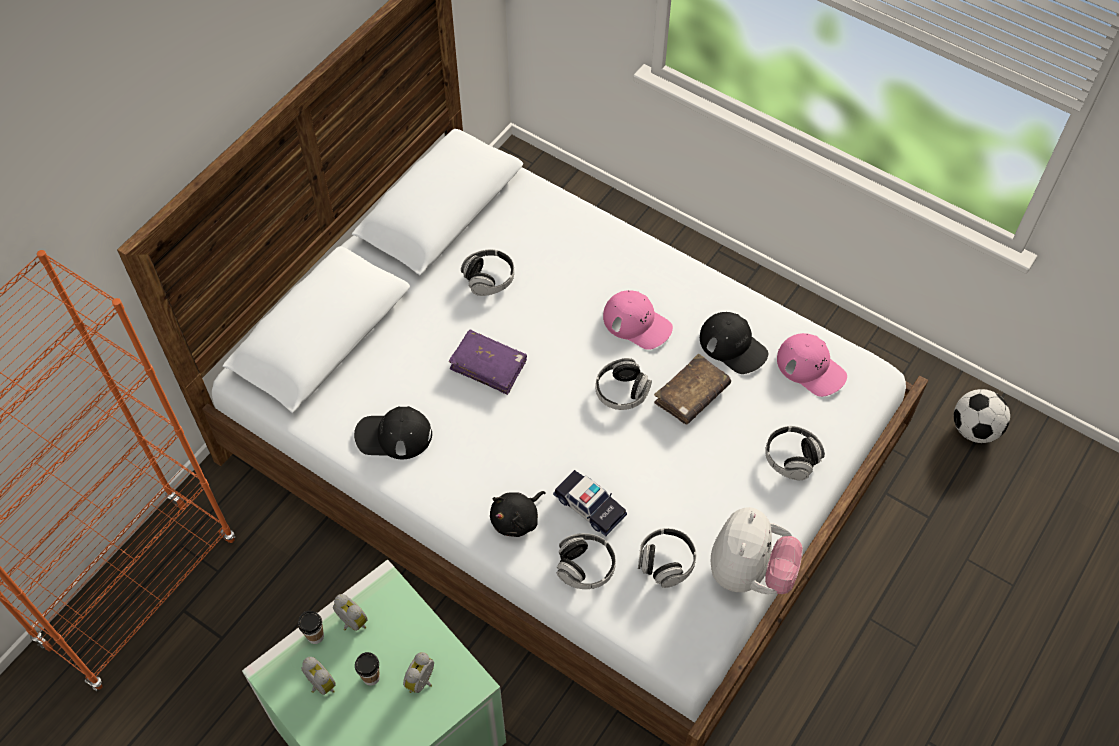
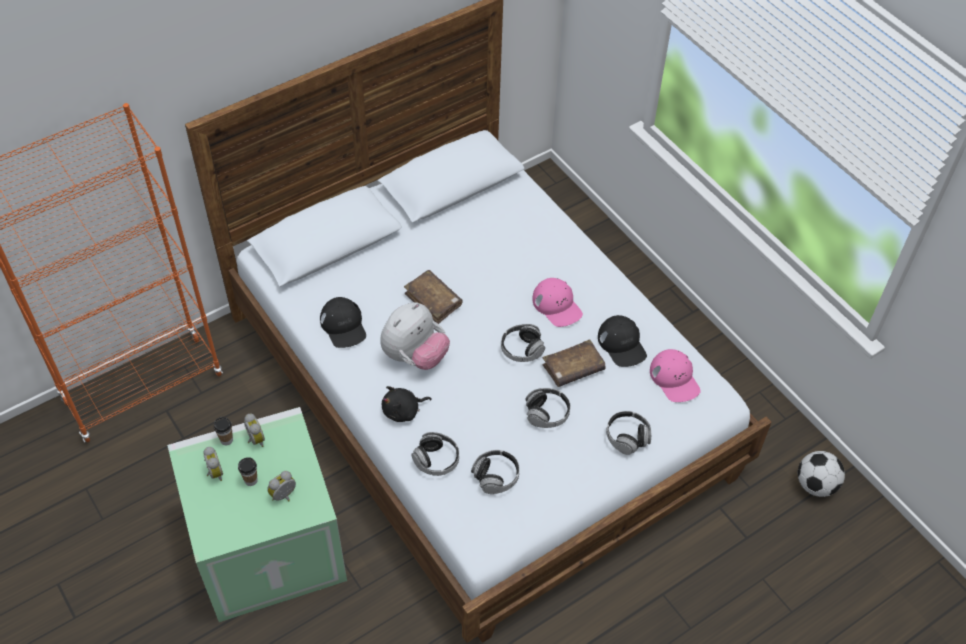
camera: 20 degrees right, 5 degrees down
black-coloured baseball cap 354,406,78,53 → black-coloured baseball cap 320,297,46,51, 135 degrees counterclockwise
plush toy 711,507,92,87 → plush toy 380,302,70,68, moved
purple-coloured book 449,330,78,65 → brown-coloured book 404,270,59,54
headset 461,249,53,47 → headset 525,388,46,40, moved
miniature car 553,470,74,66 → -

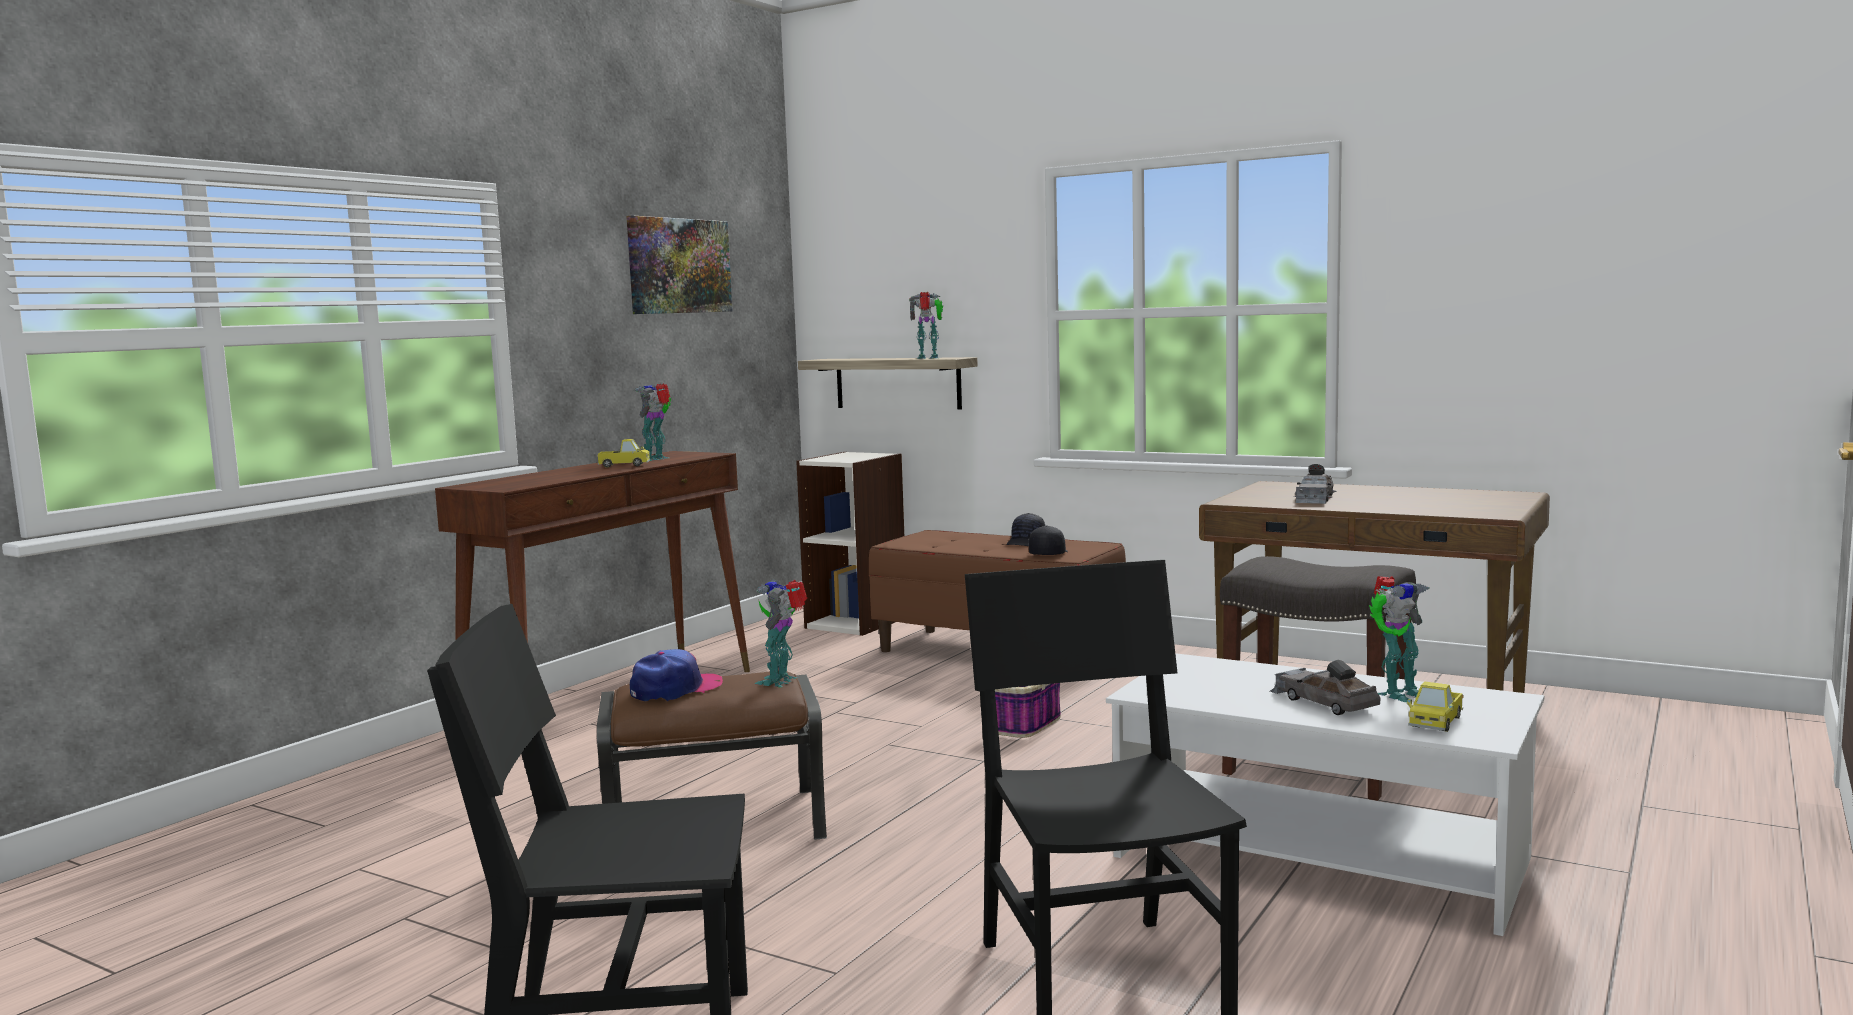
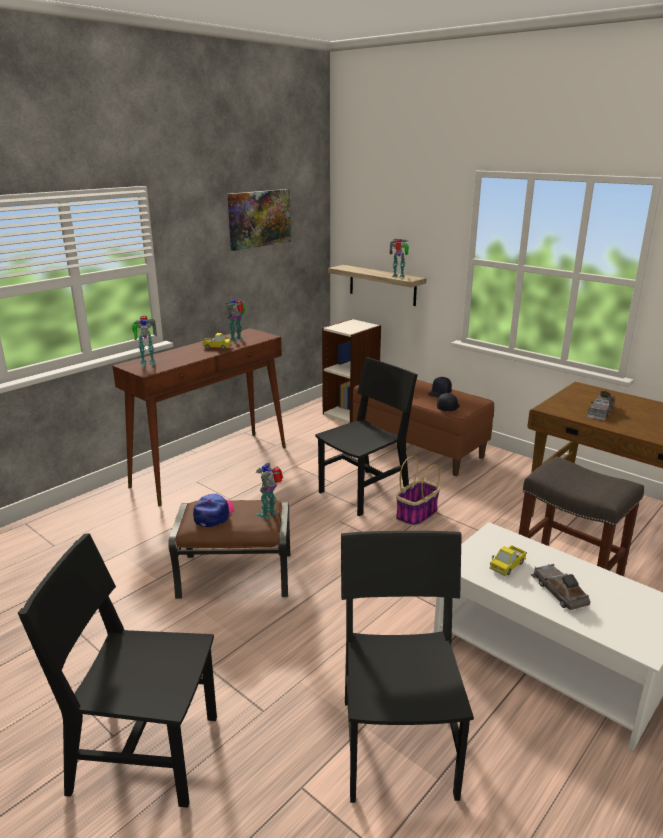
camera: 10 degrees right, 15 degrees up
model robot 1369,576,60,126 → model robot 132,316,25,50, moved
baseball cap 630,649,93,52 → baseball cap 193,494,41,33, 45 degrees counterclockwise
- → black-coloured chair 315,357,103,159
toy lorry 1407,681,56,51 → toy lorry 489,545,38,31, moved

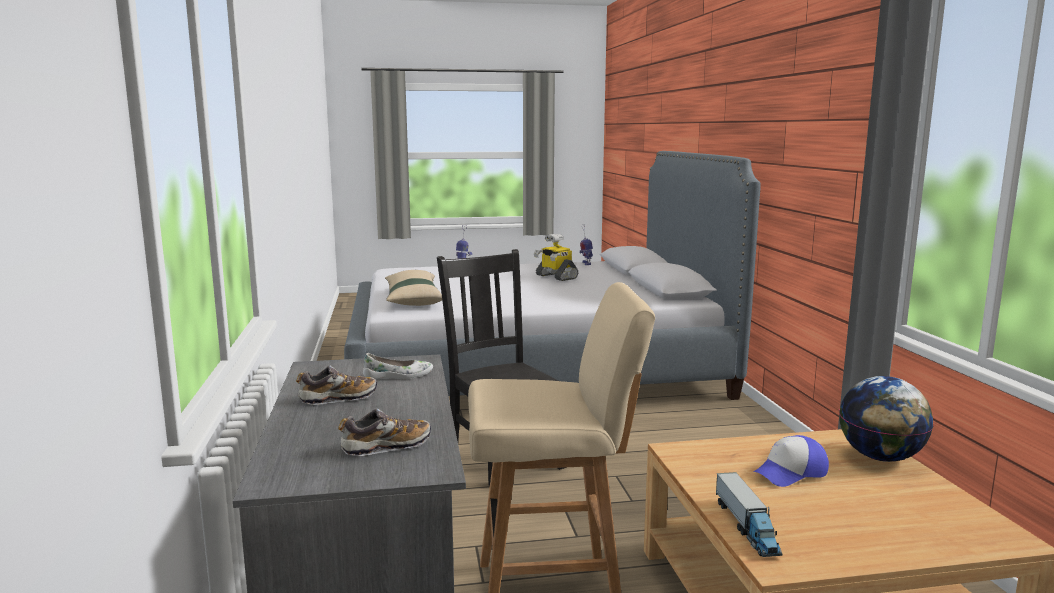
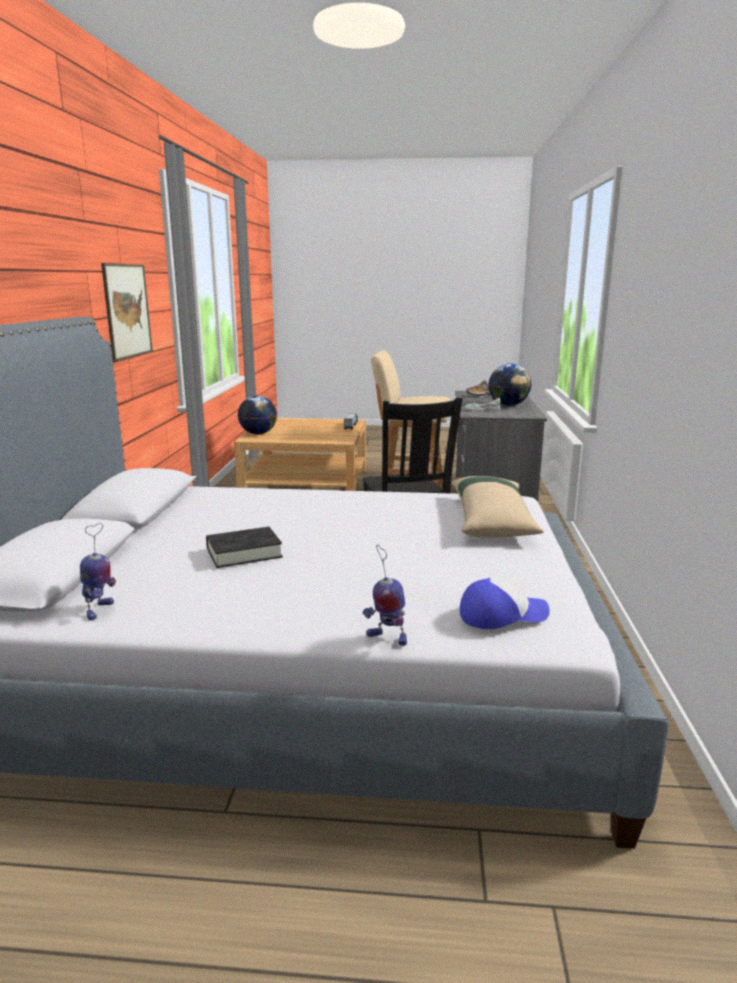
camera: 165 degrees left, 5 degrees up
- → wall picture 101,263,52,99
model robot 534,234,44,47 → black-coloured book 206,527,77,41
baseball cap 753,435,76,52 → baseball cap 460,578,90,51, moved
low shoe 296,365,81,40 → globe 488,363,44,43

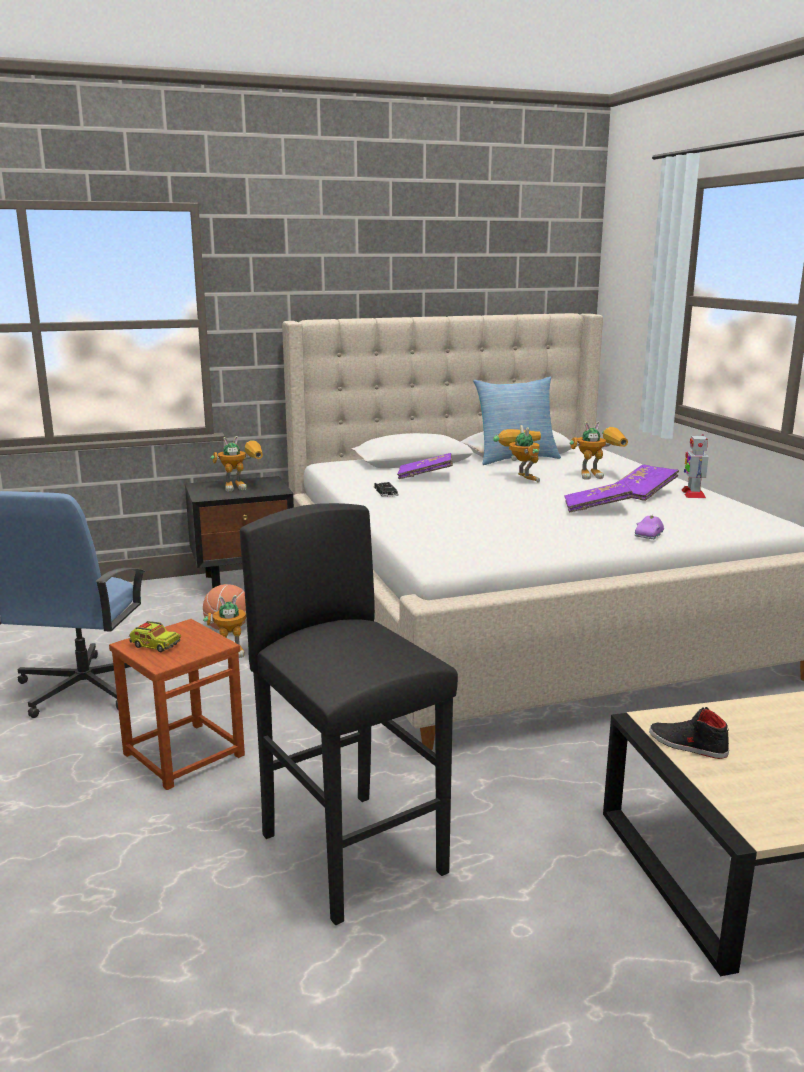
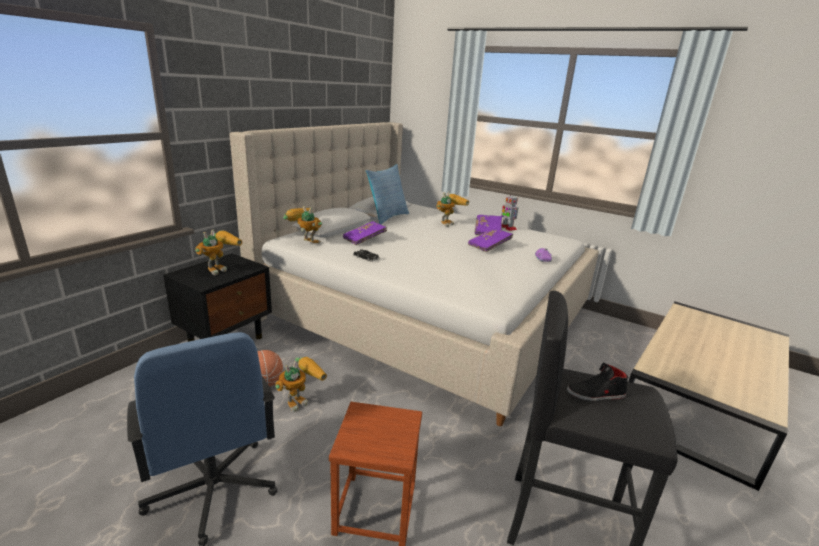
camera: 40 degrees left, 5 degrees up
model robot 493,425,48,58 → model robot 283,206,39,38, moved
black-coloured low shoe 649,707,80,52 → black-coloured low shoe 567,362,61,39, moved
toy lorry 129,621,52,31 → -

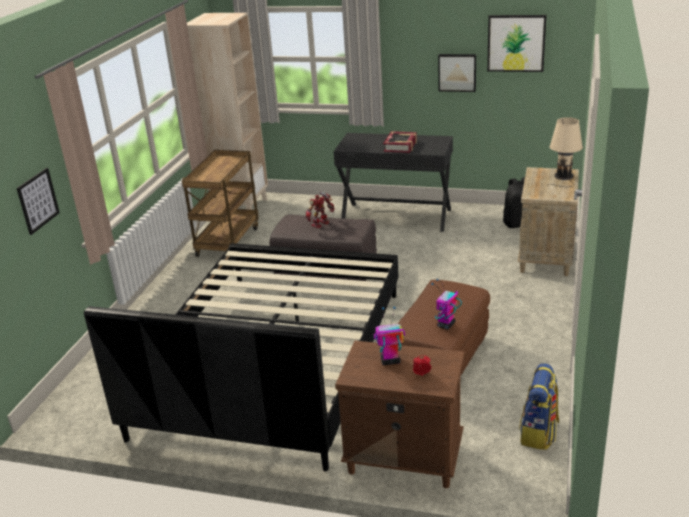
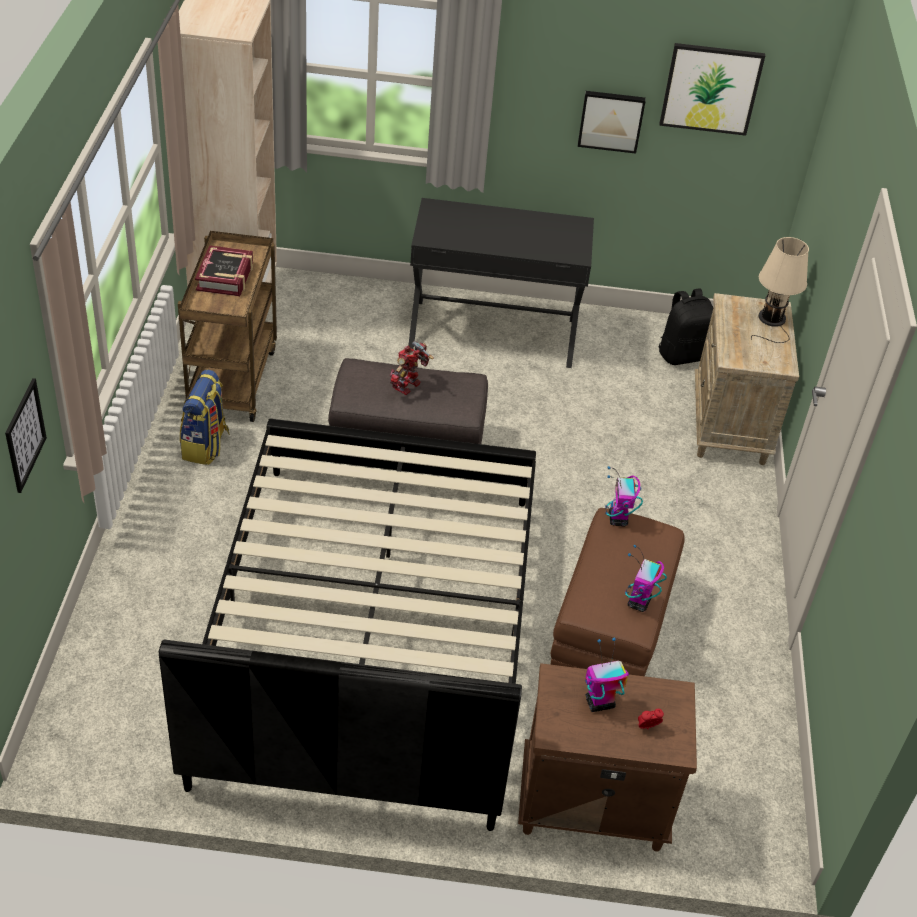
camera: 15 degrees left, 15 degrees up
rucksack 519,363,40,87 → rucksack 180,369,50,96, moved
book 383,131,34,22 → book 195,245,58,51, moved
- → model robot 605,466,38,60

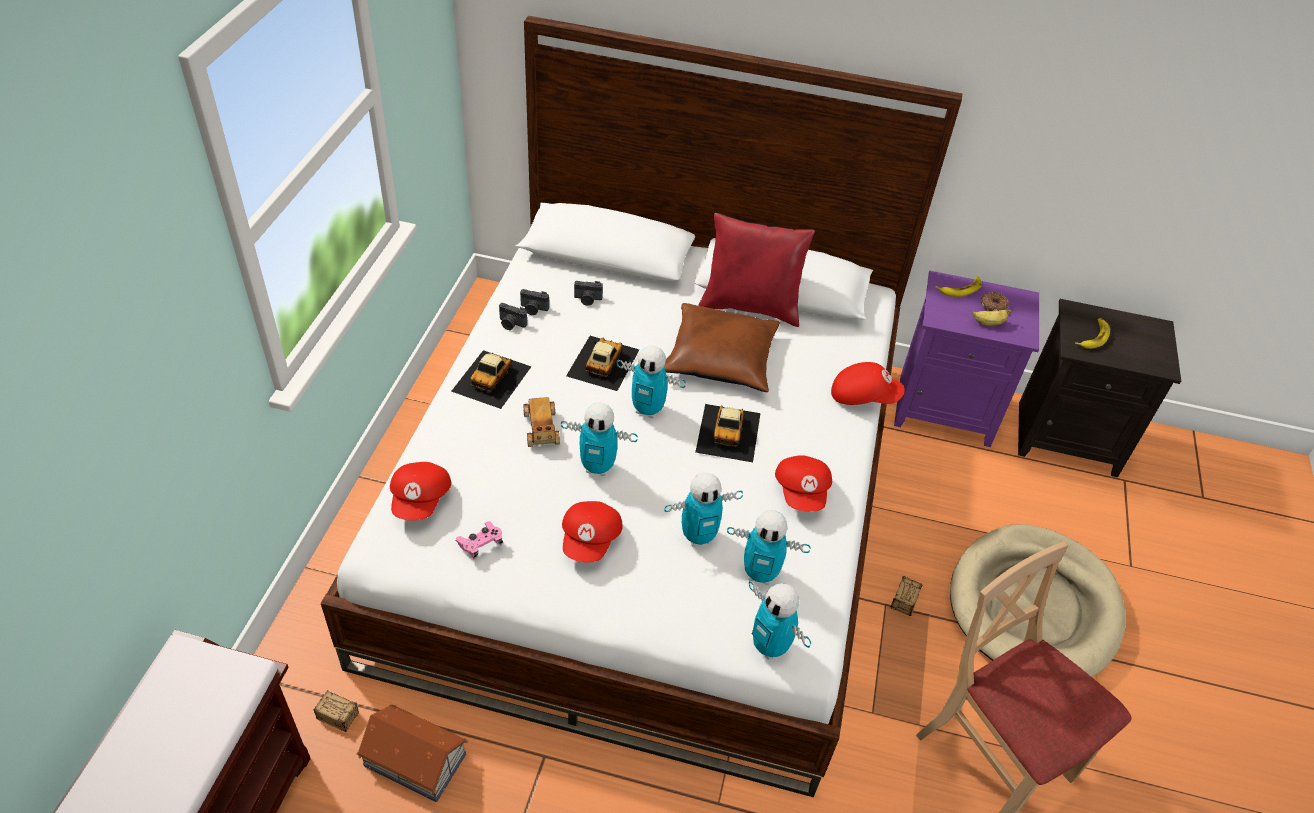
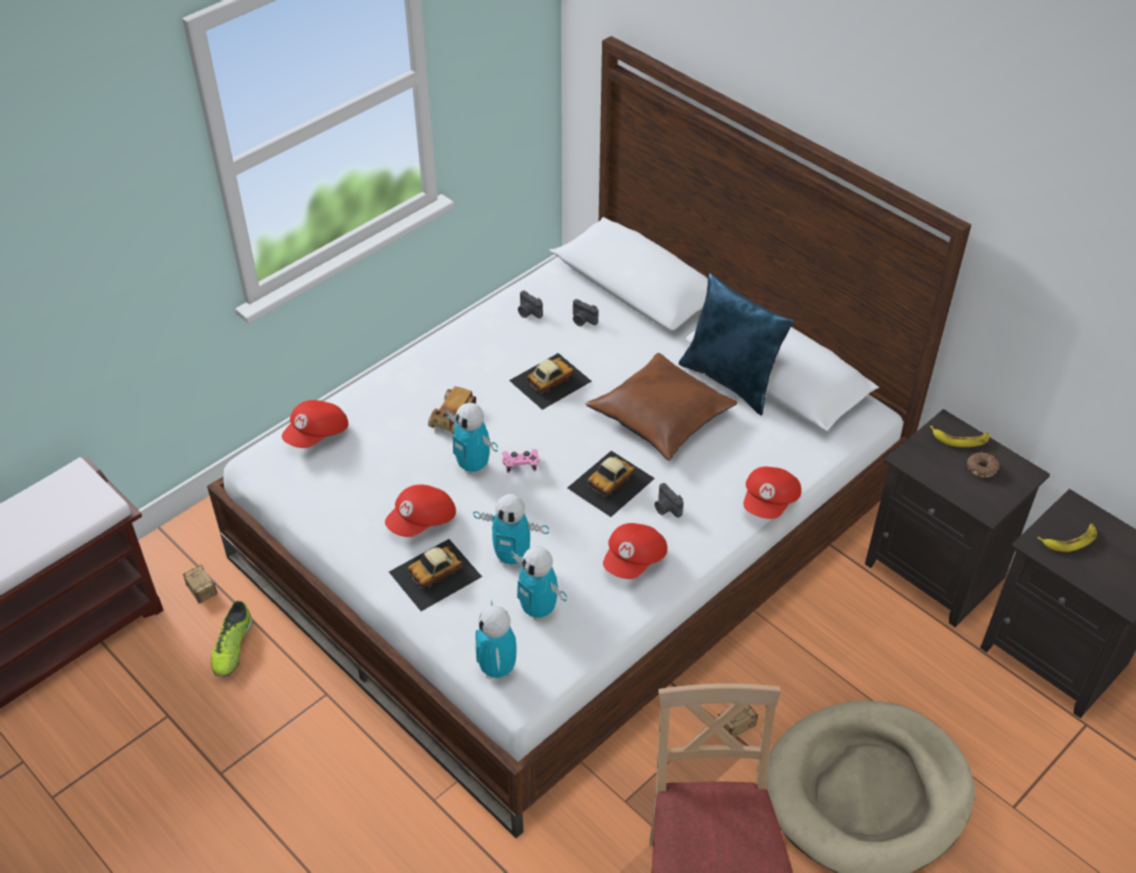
camera: 35 degrees right, 0 degrees up
toy house 357,704,111,98 → low shoe 211,601,42,76
miniature car 451,350,80,59 → miniature car 389,539,93,72, moved
pinkish gamepad 455,521,48,38 → pinkish gamepad 502,449,37,24, moved
photo camera 499,303,28,27 → photo camera 655,483,28,35, moved
red pillow 698,213,117,114 → blue pillow 679,273,115,143
red baseball cap 831,362,74,43 → red baseball cap 744,467,57,52, 75 degrees clockwise
purple-coloured bedside table 894,271,145,176 → black-coloured bedside table 865,409,185,218
model robot 617,346,69,72 → -
whole banana 972,310,39,16 → -

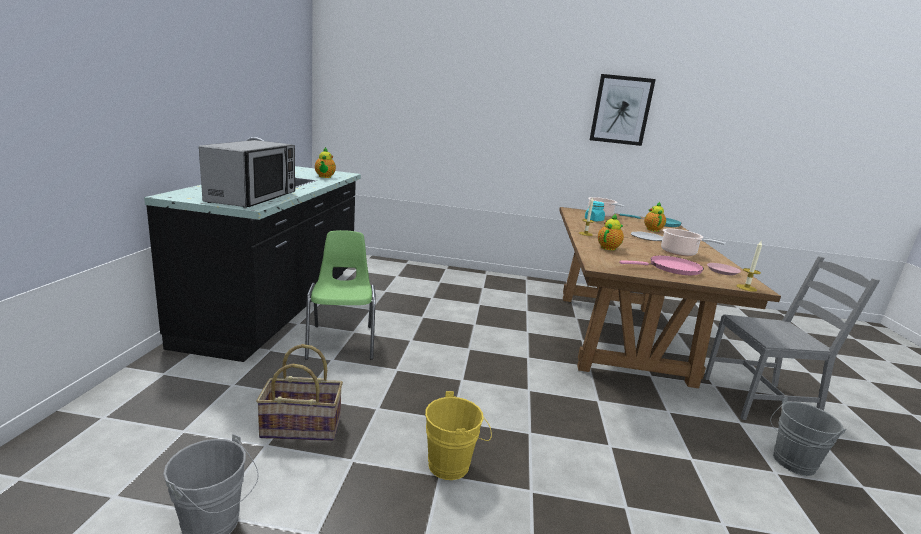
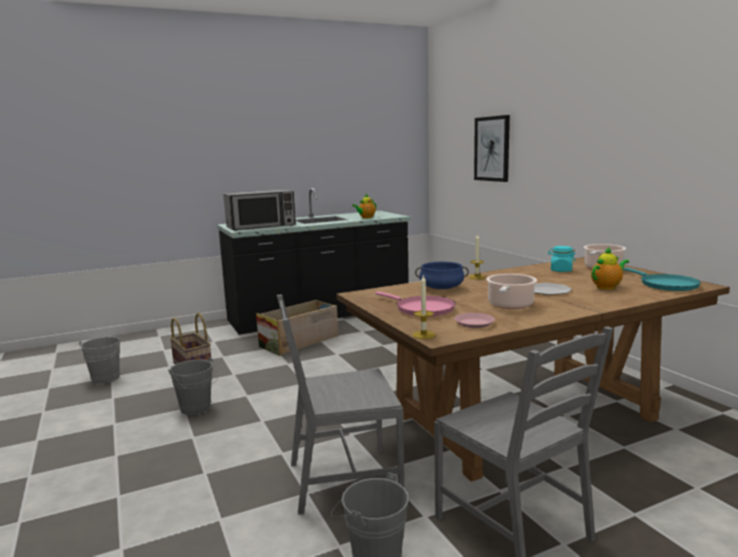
camera: 60 degrees right, 5 degrees down
yellow bucket 425,391,67,89 → greyish bucket 168,357,50,58
greenish chair 305,230,71,130 → crate 256,300,82,56
- → greyish chair 277,294,127,221
pot for tea 598,214,26,37 → blue saucepot 415,262,54,27
wall picture 590,74,66,72 → wall picture 474,115,36,67, moved

